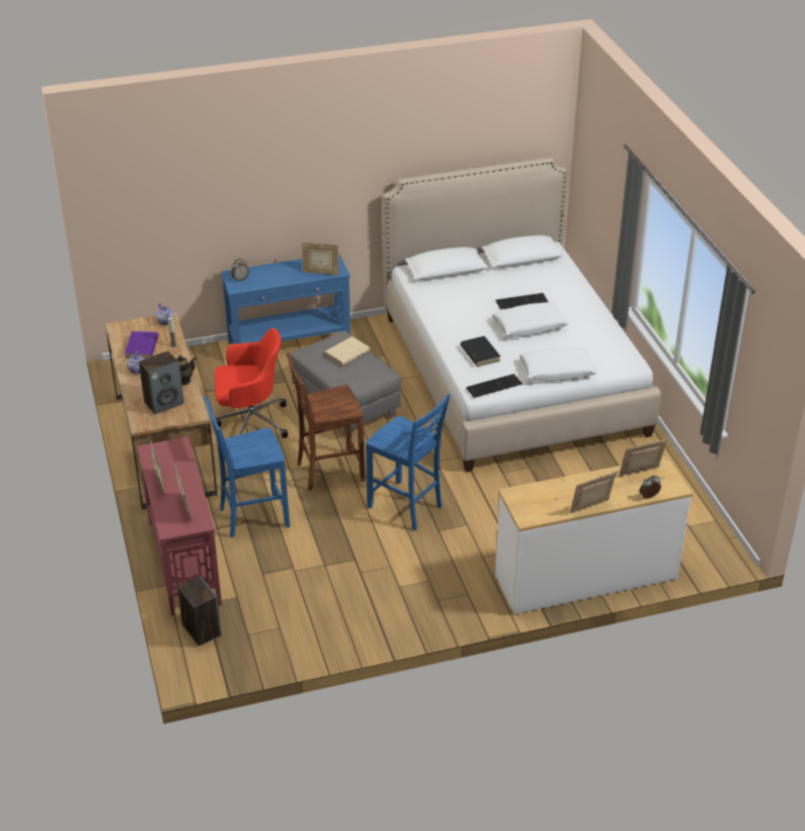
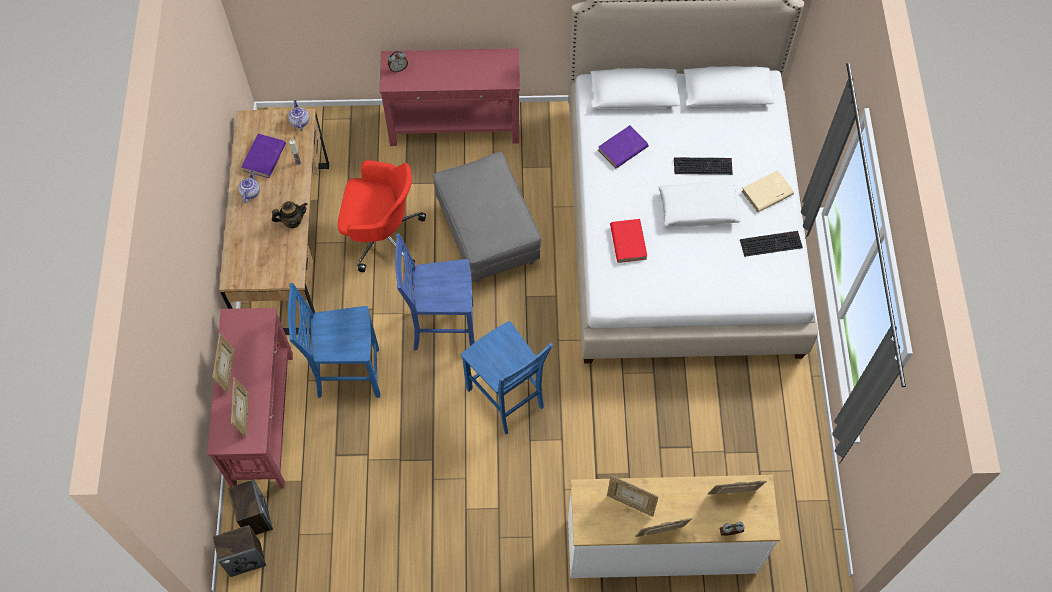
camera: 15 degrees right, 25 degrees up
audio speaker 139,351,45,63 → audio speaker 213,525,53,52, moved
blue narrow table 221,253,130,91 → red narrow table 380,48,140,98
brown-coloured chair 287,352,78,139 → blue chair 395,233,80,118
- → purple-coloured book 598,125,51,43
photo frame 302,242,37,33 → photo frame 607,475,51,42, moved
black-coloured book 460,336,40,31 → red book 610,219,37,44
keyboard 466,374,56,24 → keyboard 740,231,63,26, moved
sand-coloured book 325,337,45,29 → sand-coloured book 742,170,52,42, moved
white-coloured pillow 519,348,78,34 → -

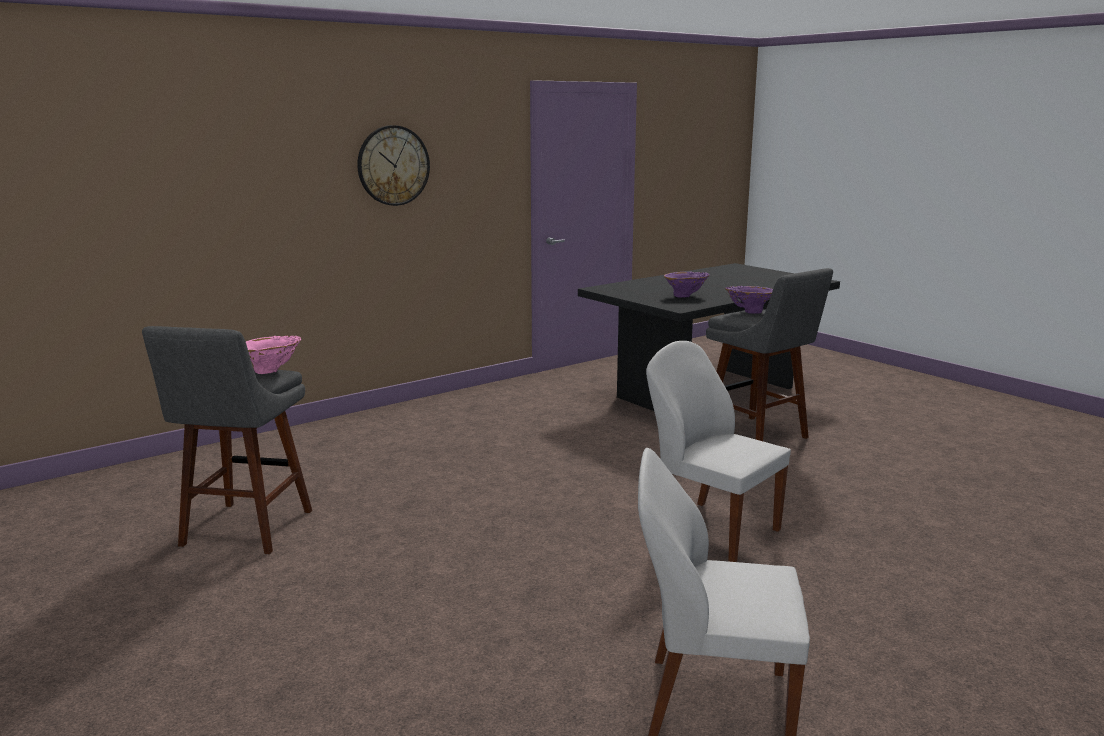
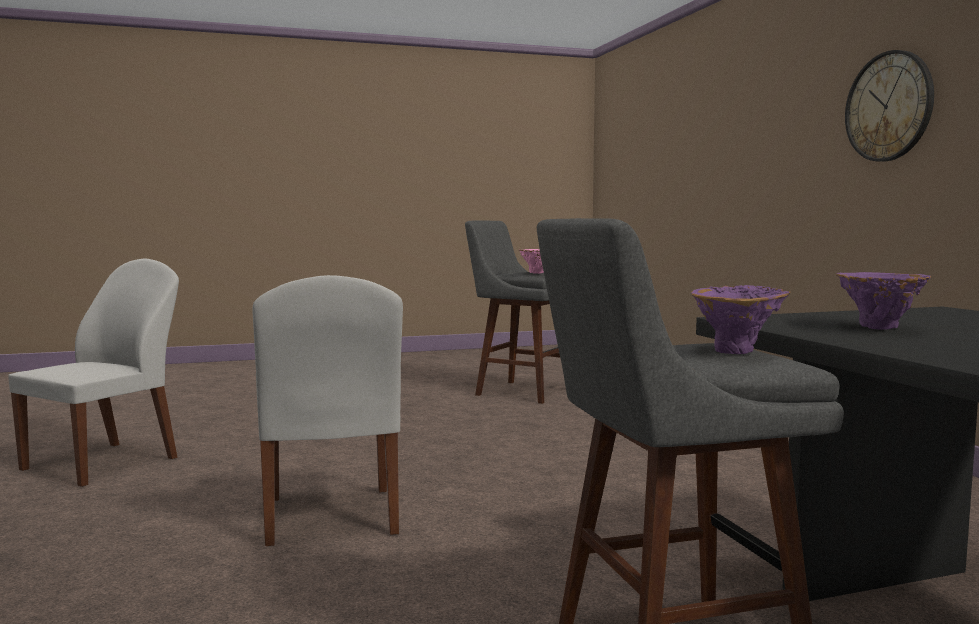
camera: 110 degrees right, 10 degrees down
white-coloured chair 646,341,145,221 → white-coloured chair 252,275,151,271, 105 degrees clockwise

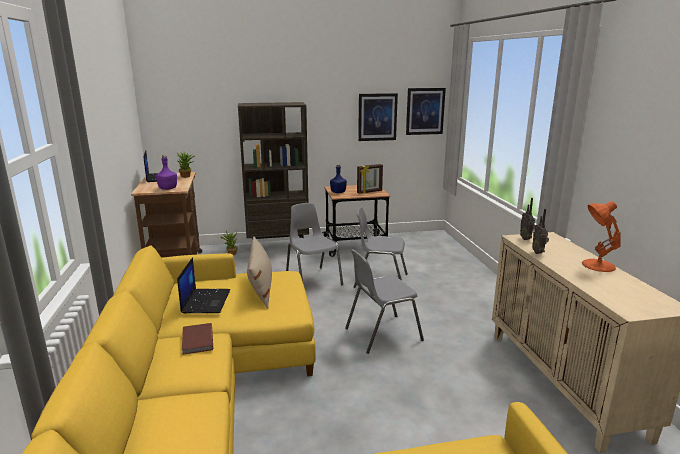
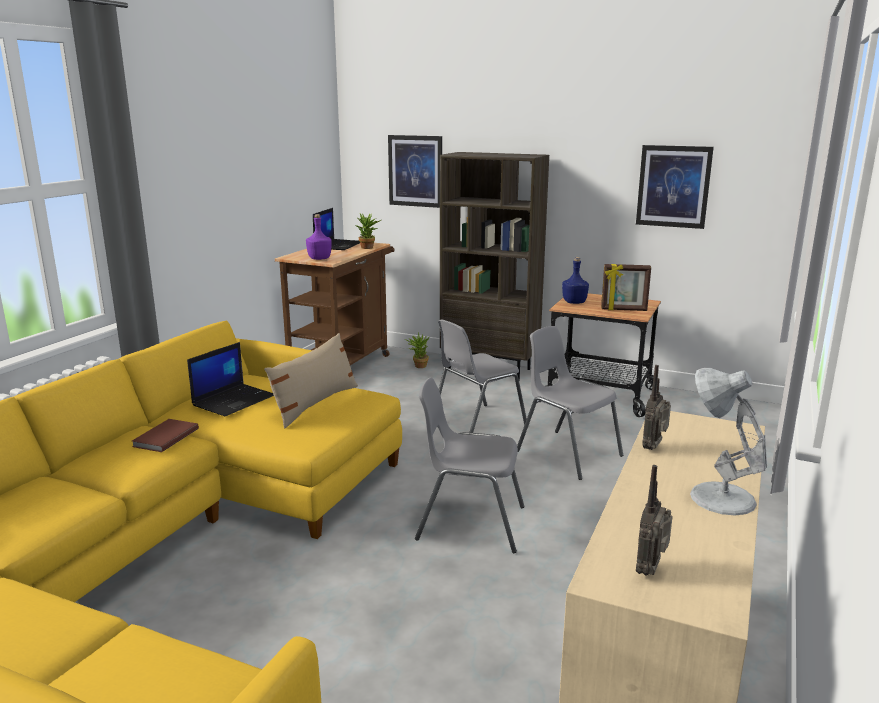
camera: 35 degrees right, 0 degrees up
wall picture 406,88,40,47 → wall picture 388,135,54,73, moved
greyish chair 286,203,57,83 → greyish chair 438,319,89,114, 135 degrees counterclockwise
radio 520,198,15,42 → radio 636,465,37,111, moved
orange lamp for a table 582,201,39,71 → white-coloured lamp for a table 690,368,77,148

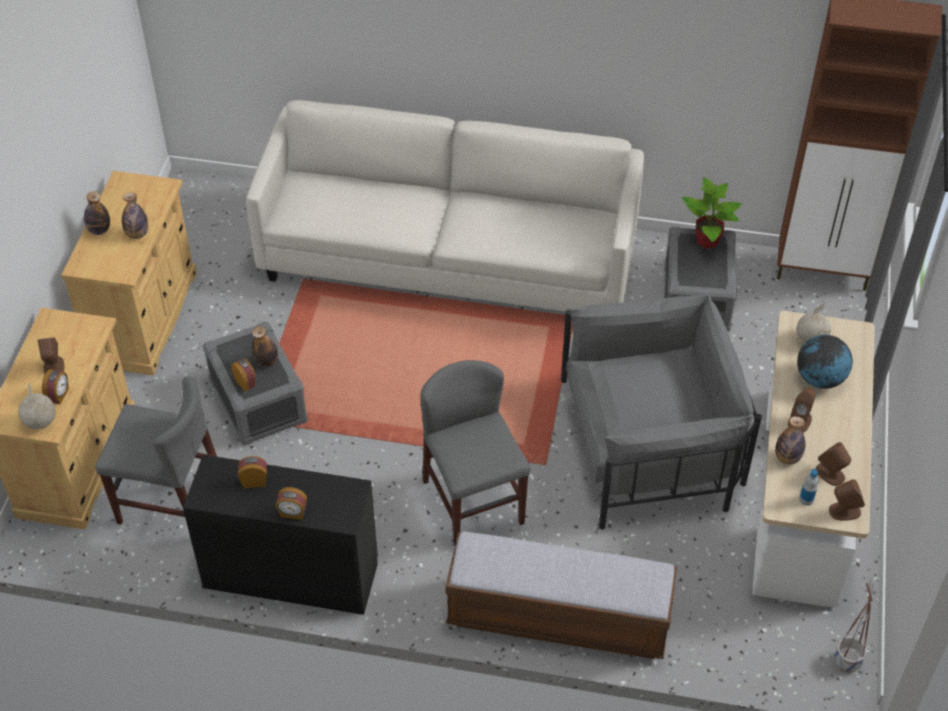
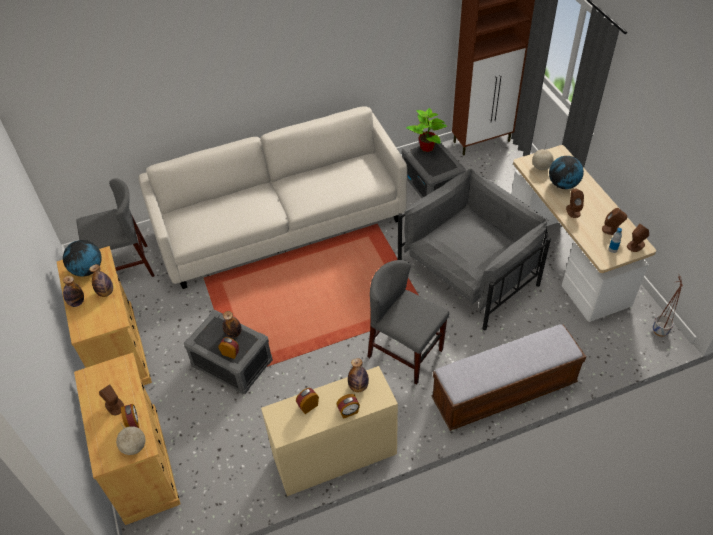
camera: 30 degrees left, 0 degrees up
- → globe 63,240,39,36
greyish chair 96,377,121,148 → greyish chair 76,179,79,98, moved
black-coloured desk table 183,455,195,160 → sand-coloured desk table 261,366,137,130
bottle 775,416,31,49 → bottle 348,358,21,34, moved

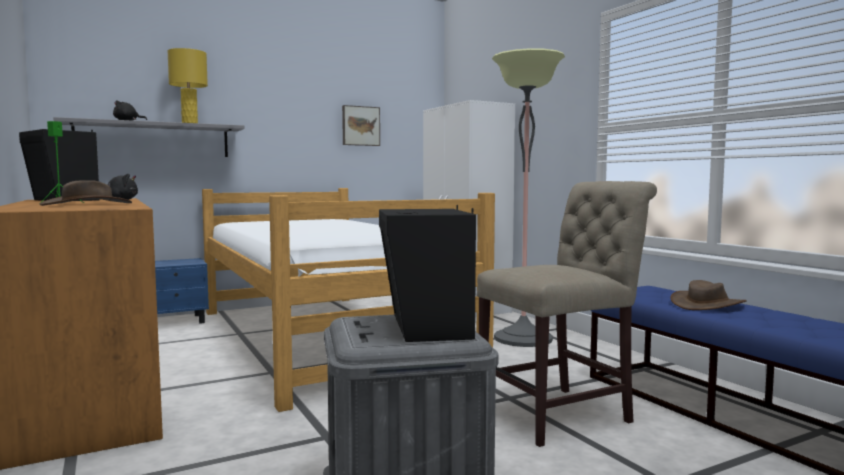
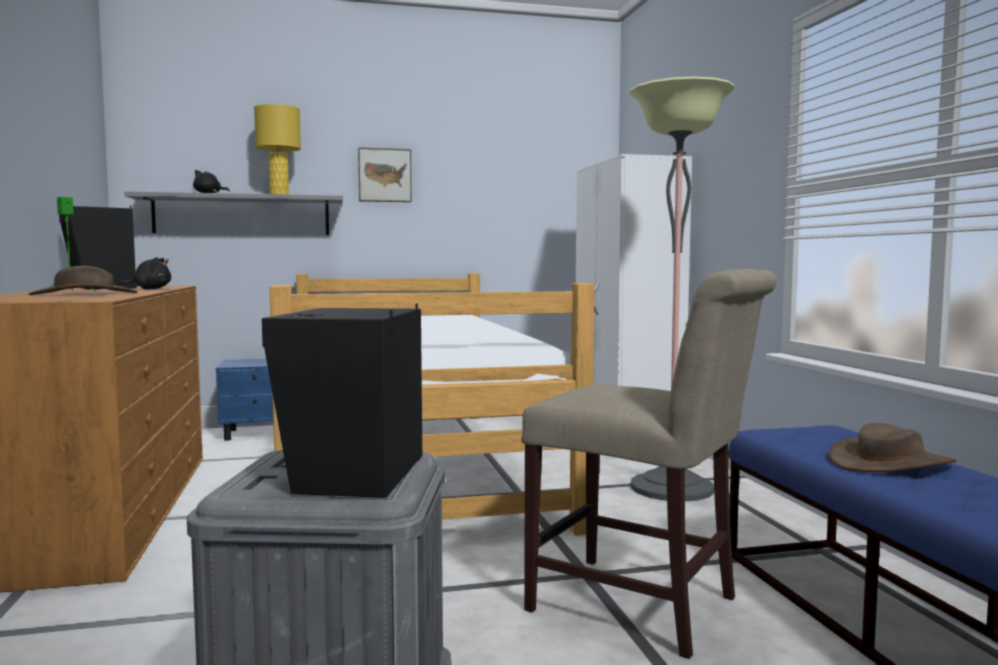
camera: 15 degrees right, 0 degrees up
wall picture 342,105,38,41 → wall picture 358,148,54,54, moved
sand-coloured chair 477,181,180,266 → sand-coloured chair 521,269,256,390, 45 degrees clockwise

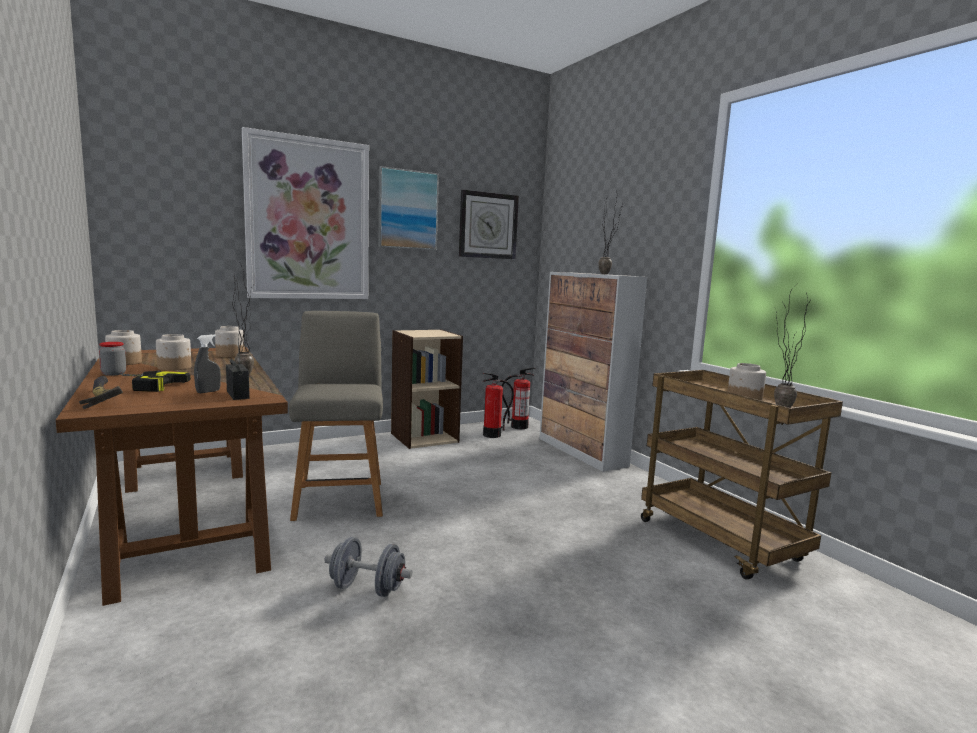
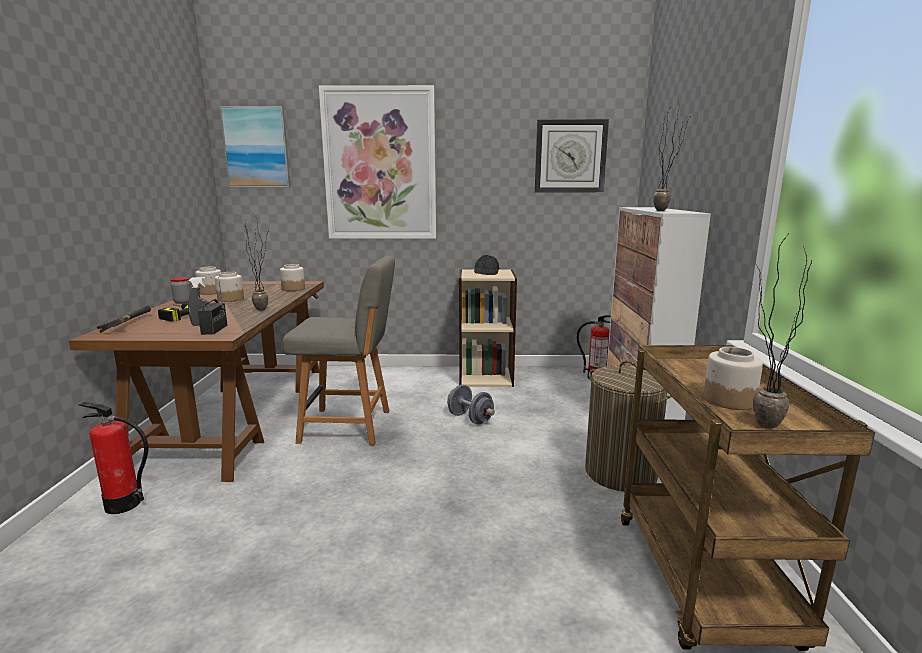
camera: 30 degrees right, 5 degrees up
extinguisher 483,373,31,65 → extinguisher 79,402,70,112, moved
wall picture 378,166,61,84 → wall picture 219,106,71,81, moved
greyish chair 289,311,94,210 → greyish chair 282,256,113,190, 75 degrees clockwise
greyish dumbbell 324,537,88,60 → greyish dumbbell 447,385,48,39, moved
- → black-coloured baseball cap 474,255,26,20
- → laundry basket 585,361,87,131

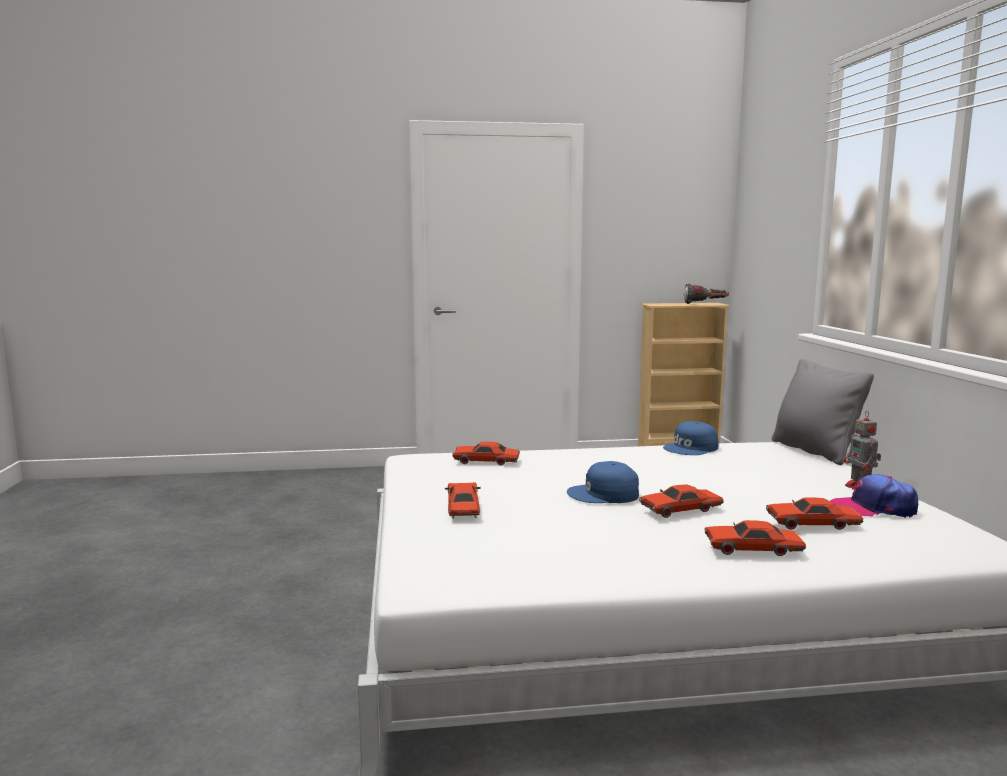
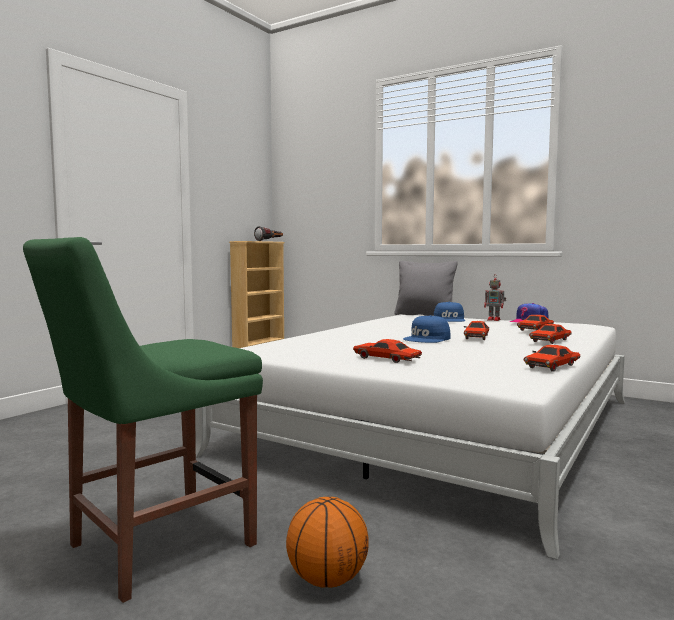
camera: 50 degrees left, 5 degrees down
- → greenish chair 23,237,240,366
- → basketball 286,497,83,91
blue baseball cap 663,421,56,34 → blue baseball cap 434,302,31,20, moved
red miniature car 452,441,68,24 → red miniature car 524,345,56,27, moved

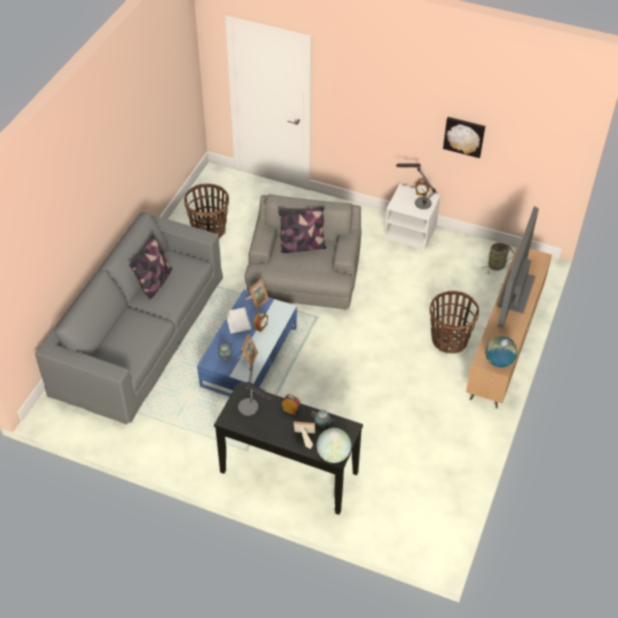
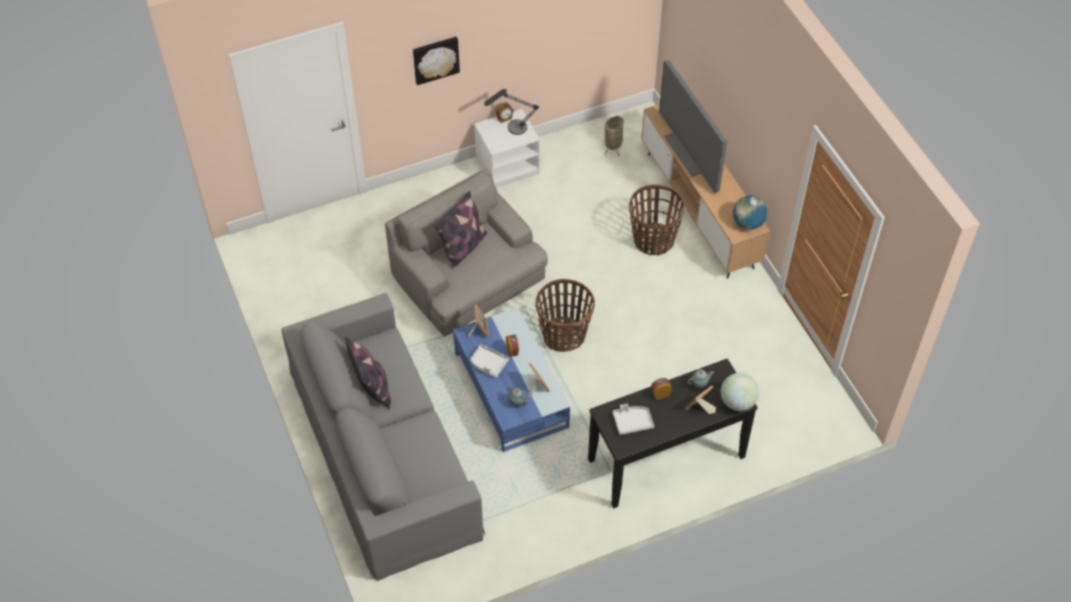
camera: 45 degrees left, 5 degrees up
wall picture 443,117,42,41 → wall picture 413,37,47,48, moved
household basket 184,184,45,54 → household basket 536,279,59,73, moved
lamp for a table 238,366,34,50 → white-coloured serving tray 613,404,41,31

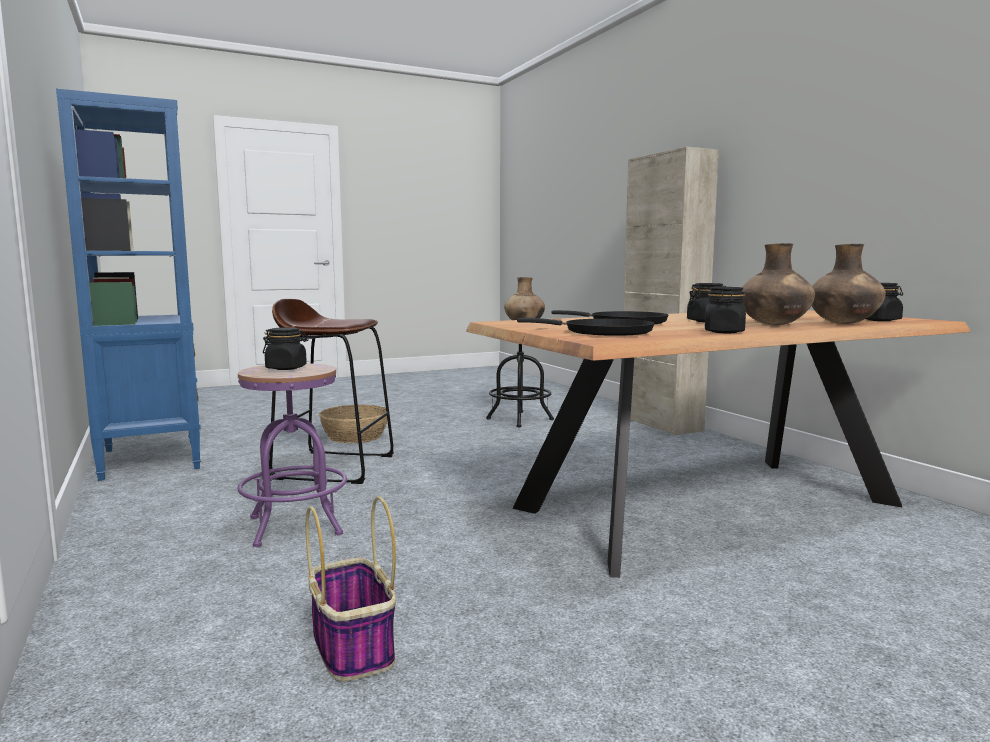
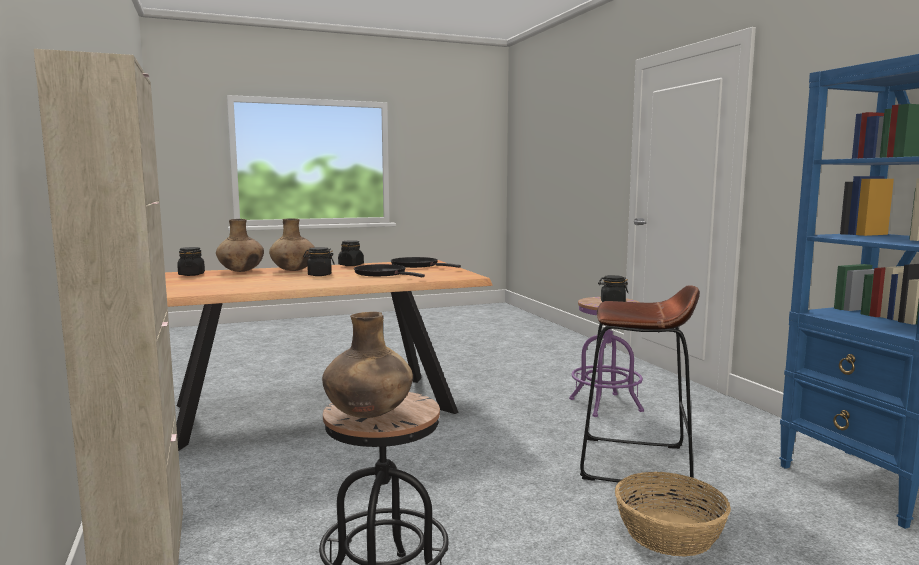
camera: 175 degrees left, 0 degrees up
household basket 306,496,90,185 → -

